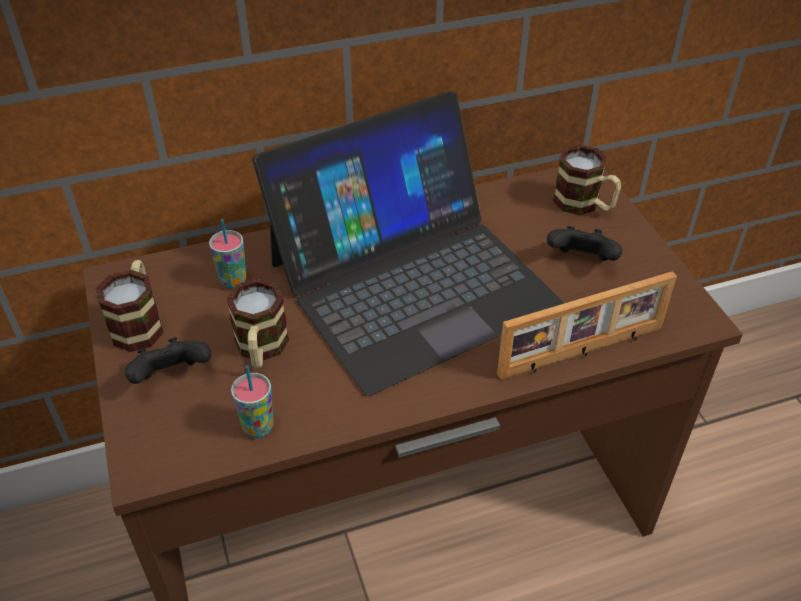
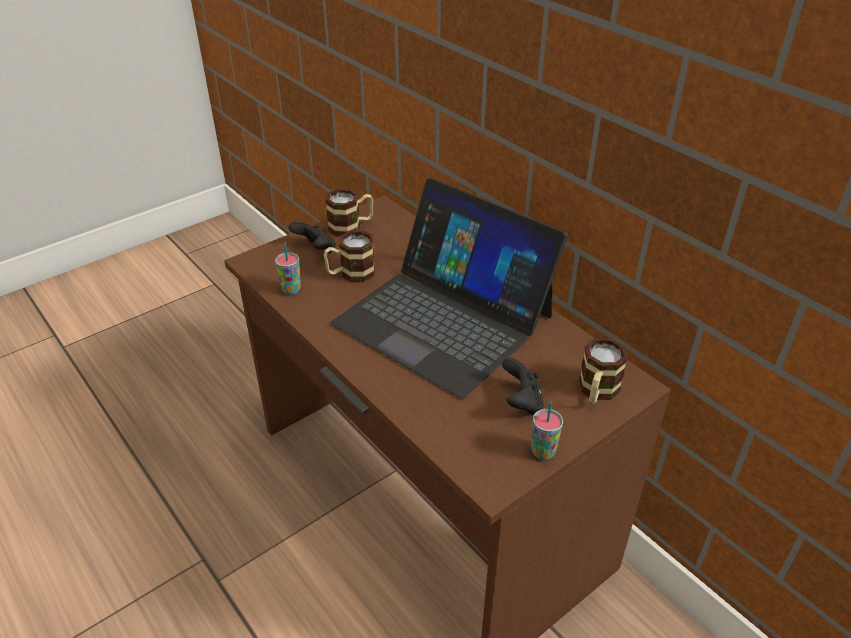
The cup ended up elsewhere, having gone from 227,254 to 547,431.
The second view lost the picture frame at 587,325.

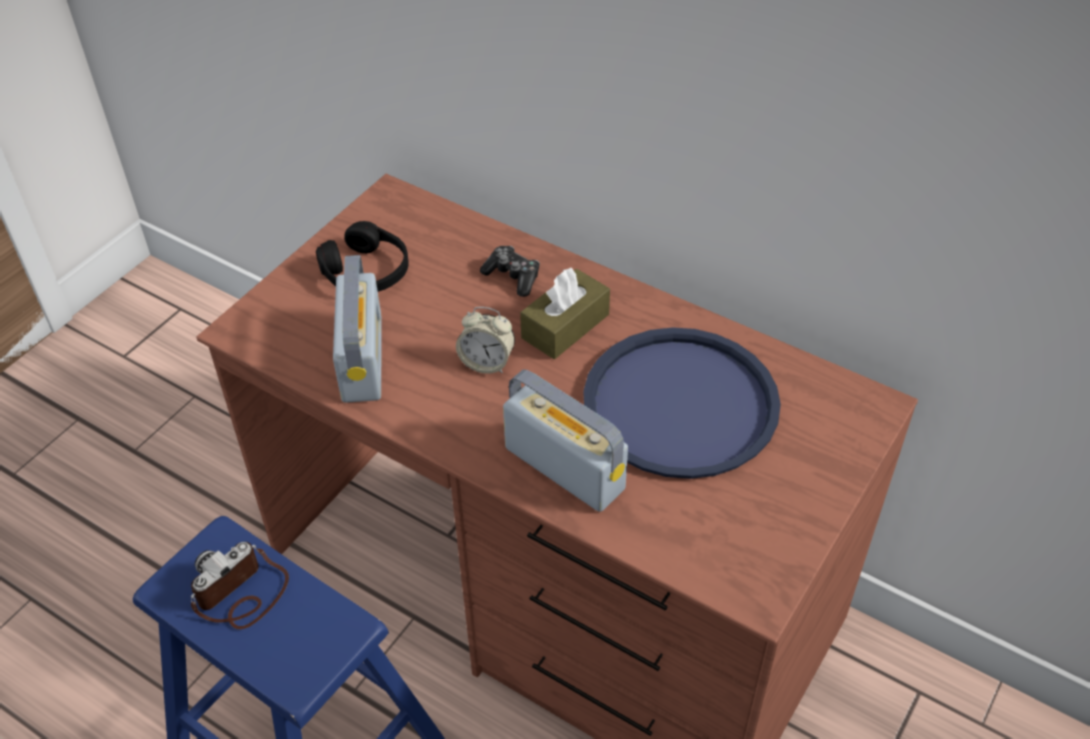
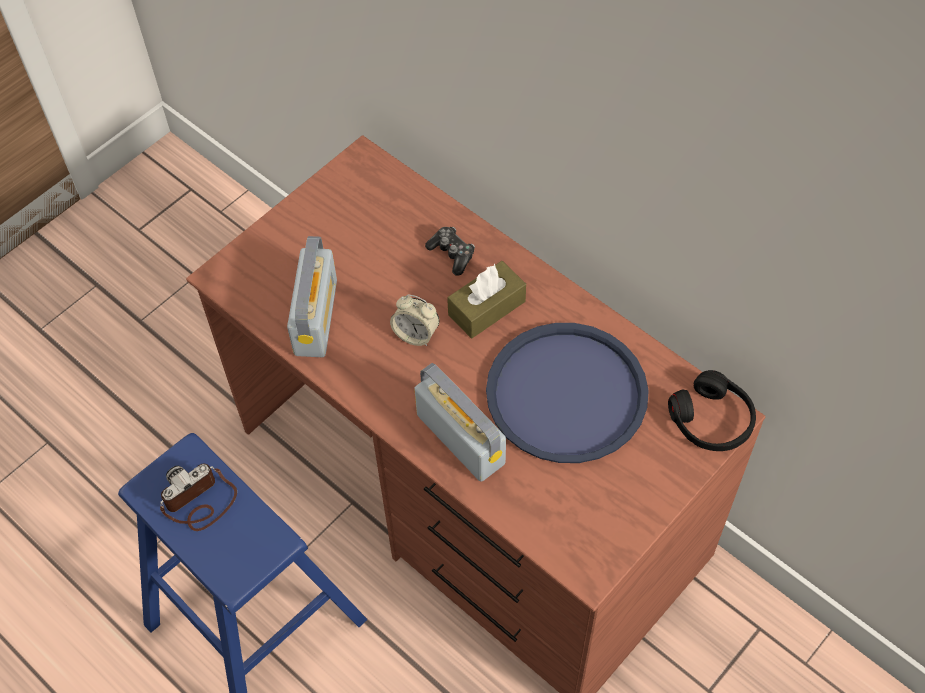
The black headphones ended up elsewhere, having gone from 362,256 to 712,410.

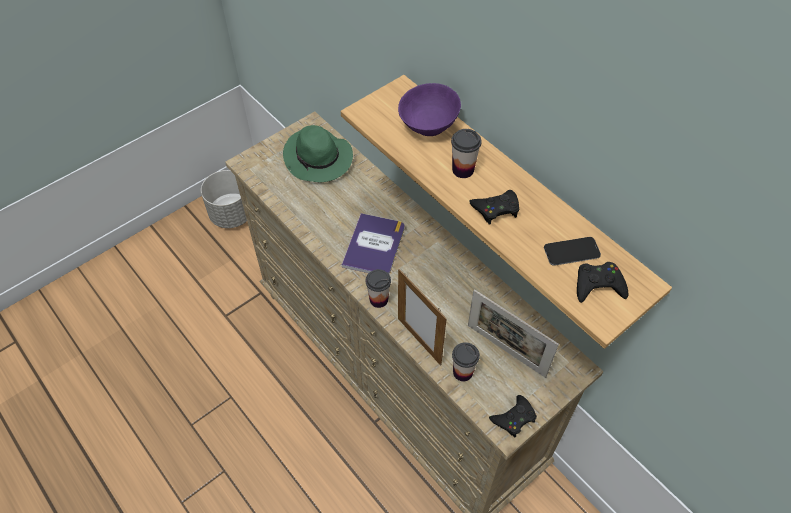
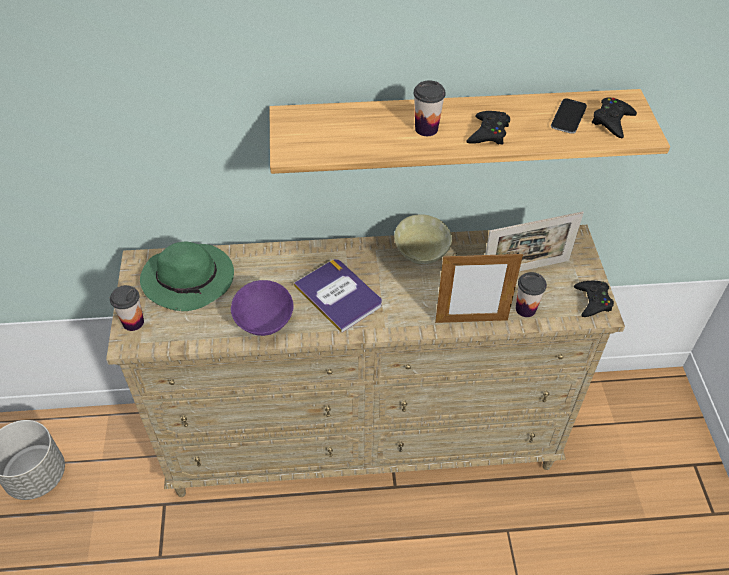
The purple bowl ended up elsewhere, having gone from 429,109 to 262,308.
The cup ended up elsewhere, having gone from 378,288 to 127,308.
The second view gained the beige bowl at 423,239.

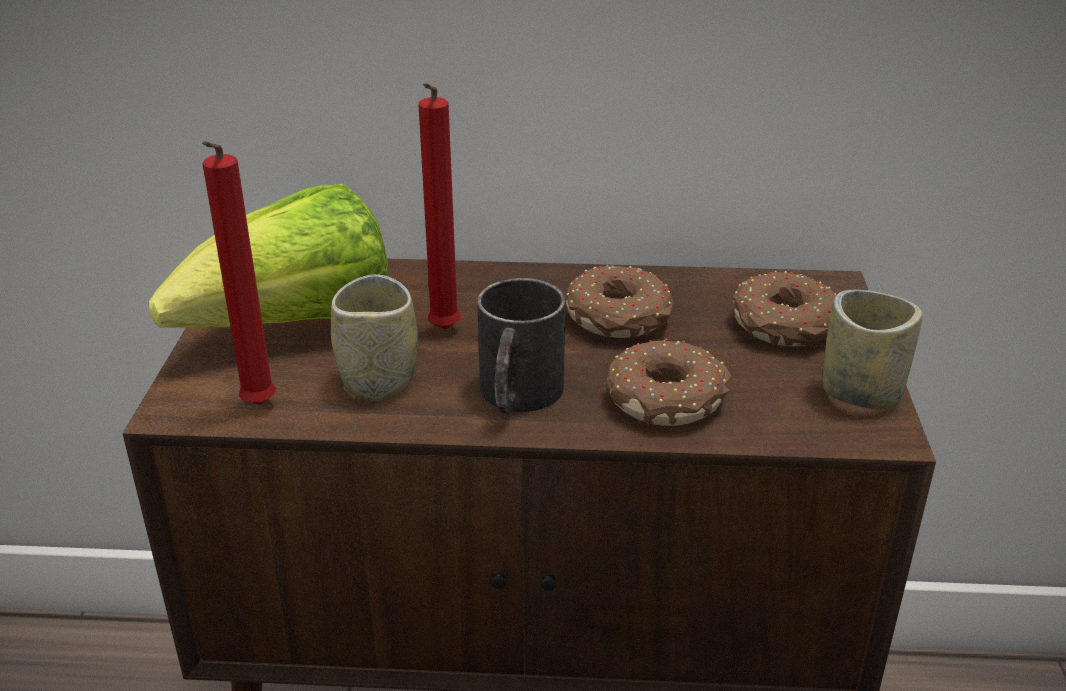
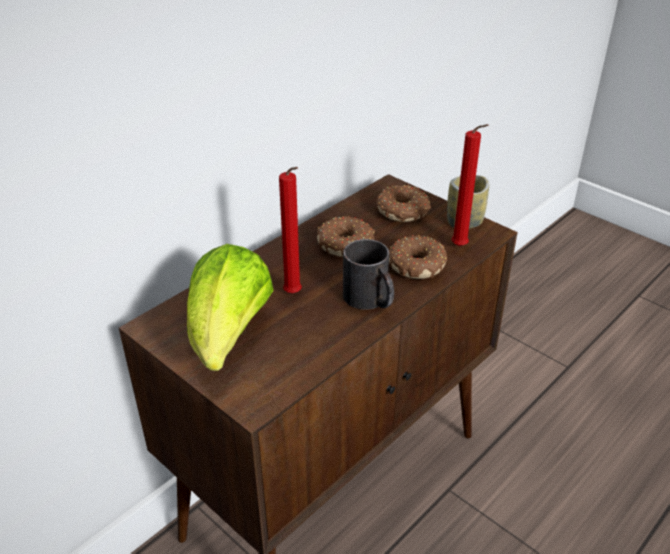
The red candle ended up elsewhere, having gone from 239,273 to 470,185.
The second view lost the cup at 374,337.

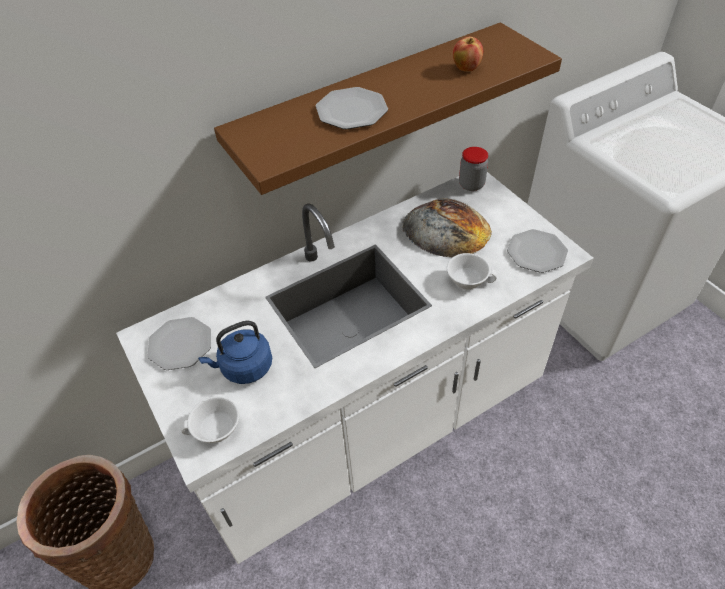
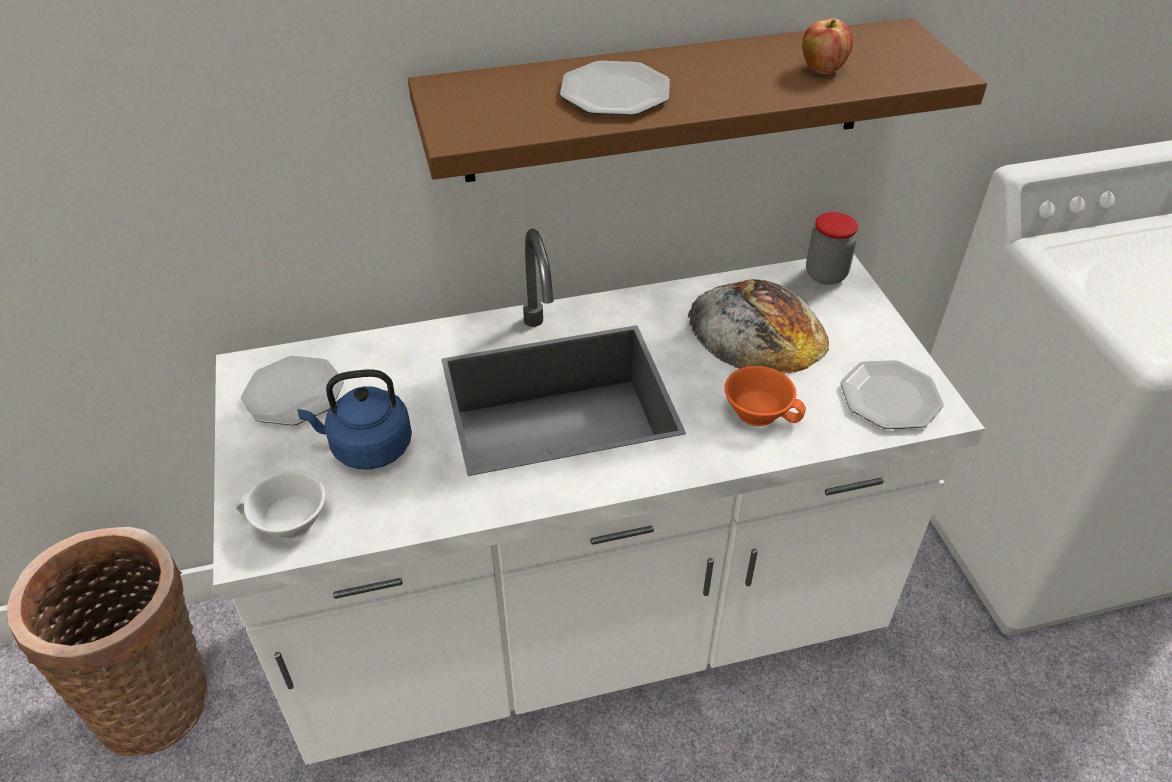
What was the white cup at 472,271 turned into the orange cup at 765,396.

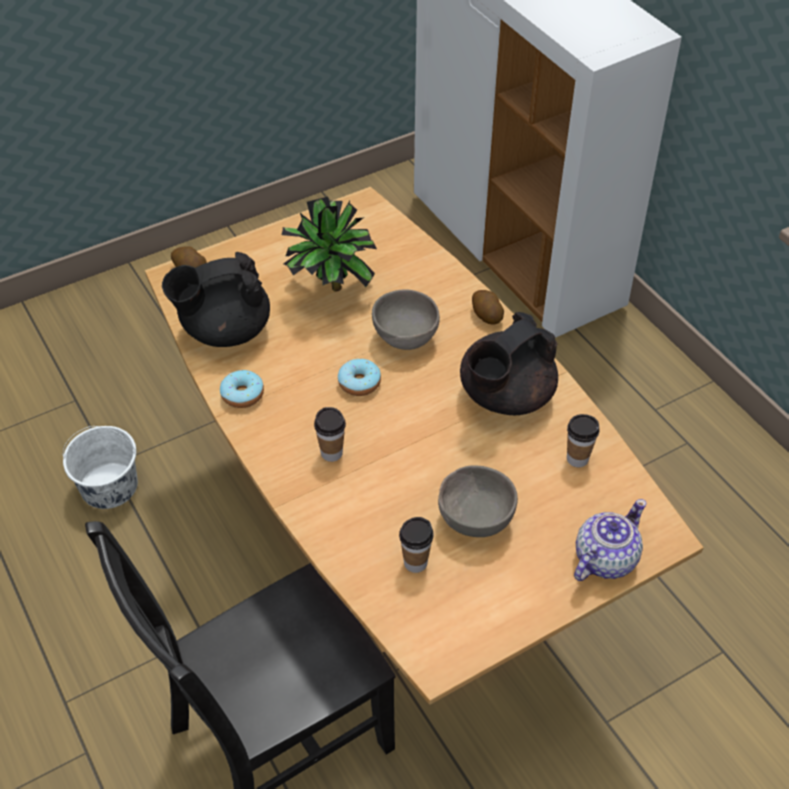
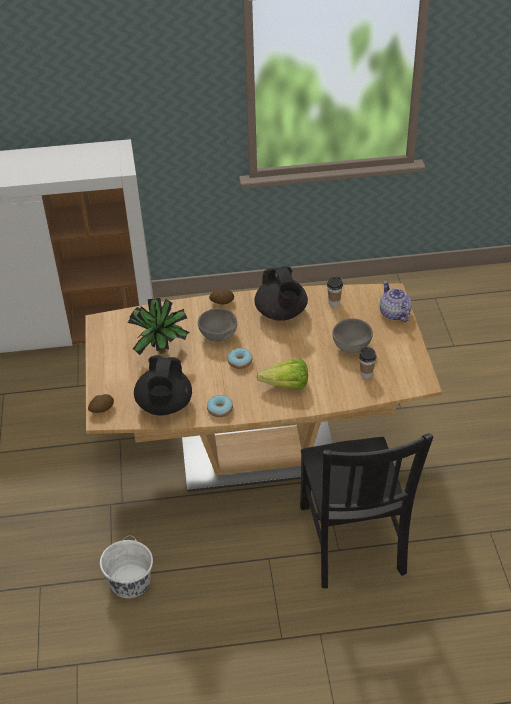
Where the cup stood at 330,434, the lettuce came to stand at 282,374.

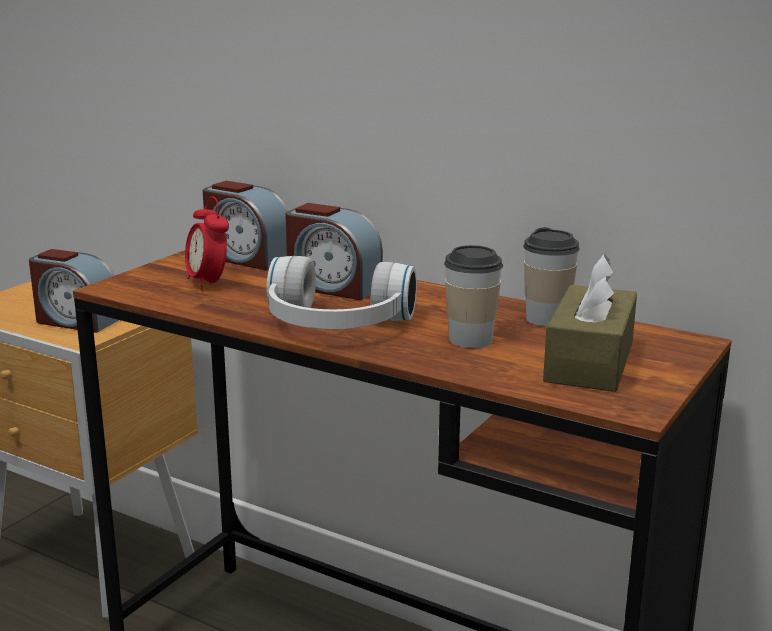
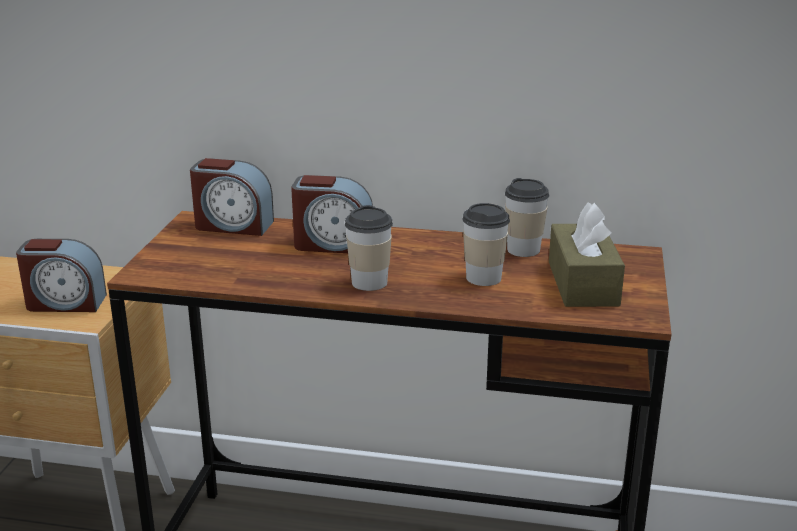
The second view lost the alarm clock at 207,243.
Where the white headphones stood at 342,292, the cup came to stand at 369,248.

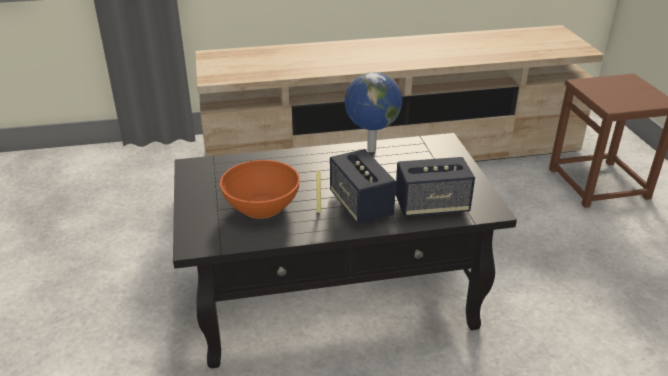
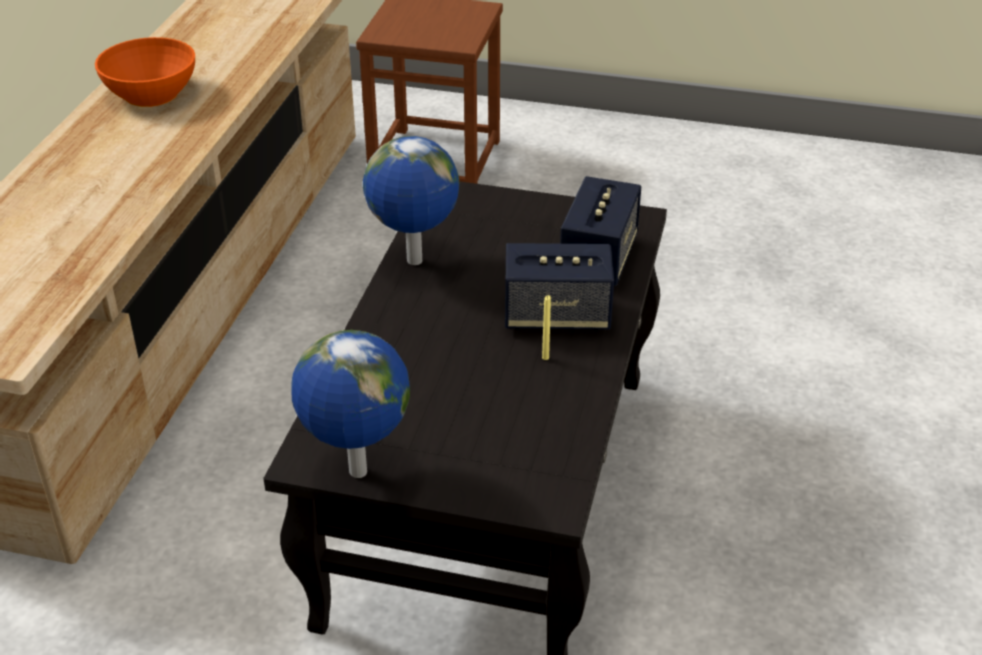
The orange bowl ended up elsewhere, having gone from 260,189 to 145,72.
The second view gained the globe at 351,404.

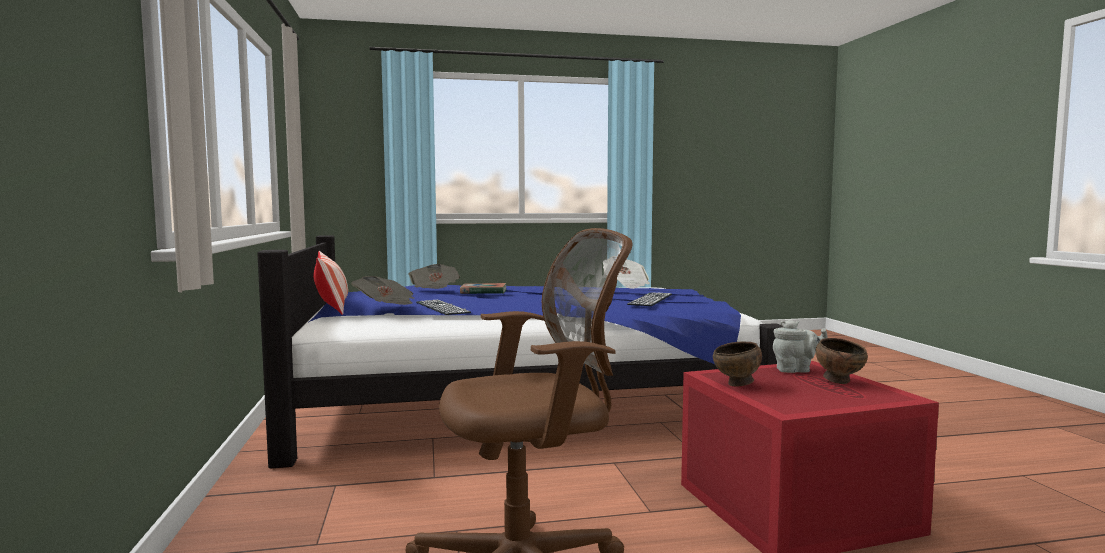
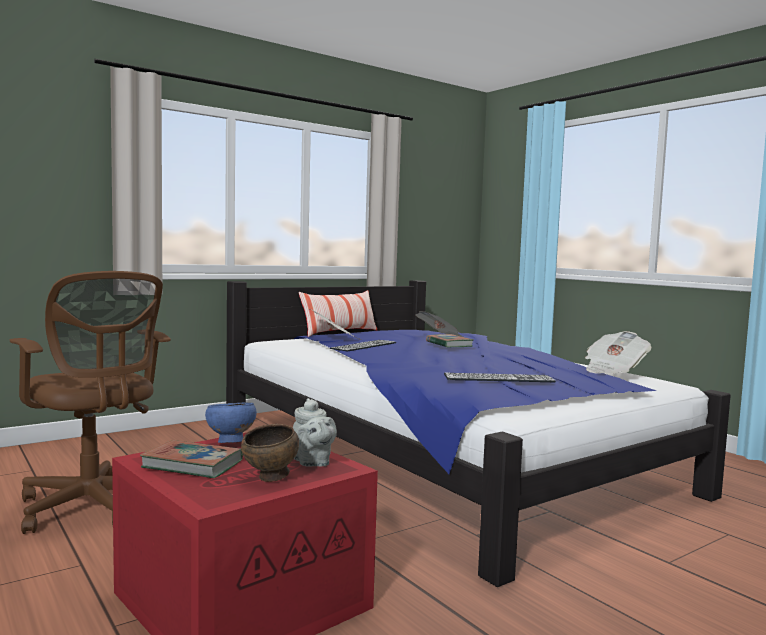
What was the brown bowl at 737,364 turned into the blue bowl at 231,423.
The second view gained the book at 191,459.

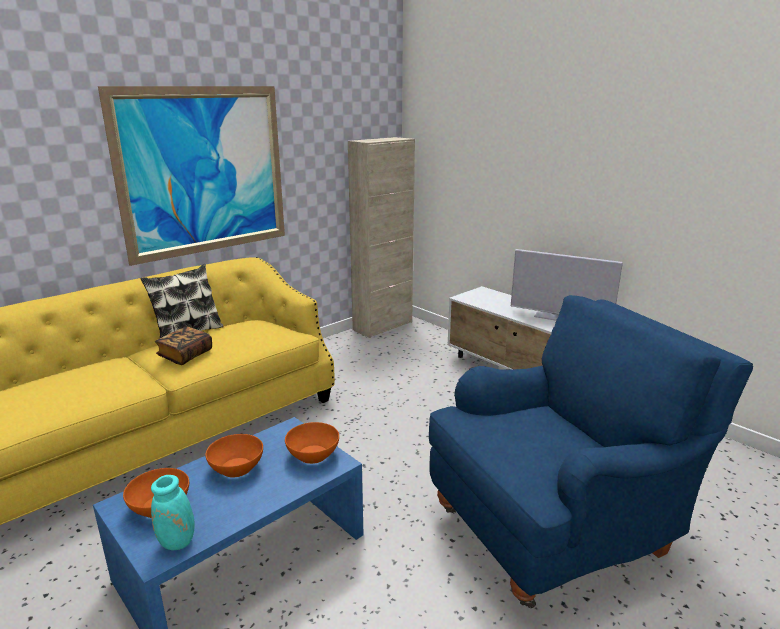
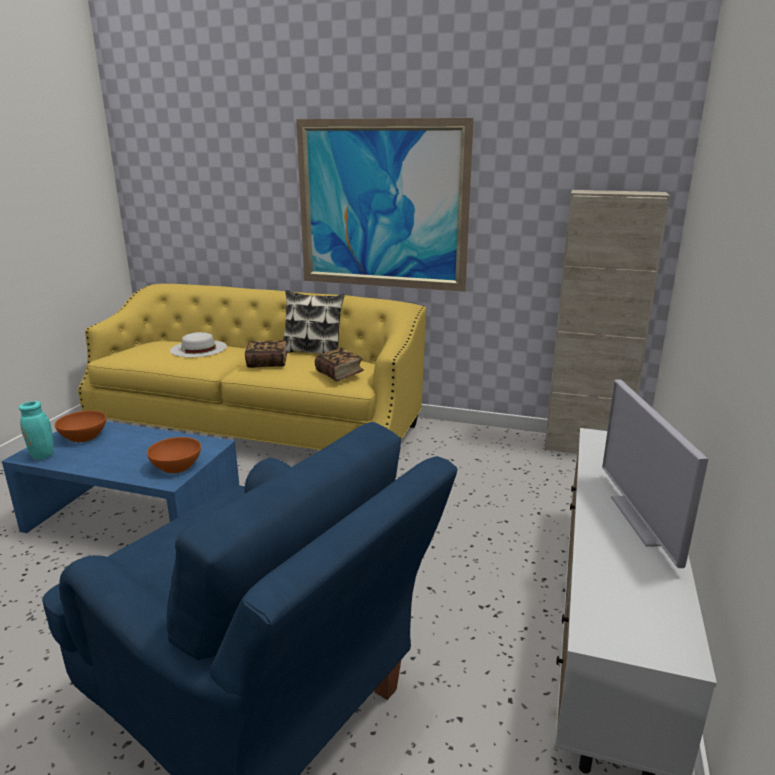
The second view lost the orange bowl at 234,456.
The second view gained the white hat at 198,344.
The second view gained the book at 339,365.

